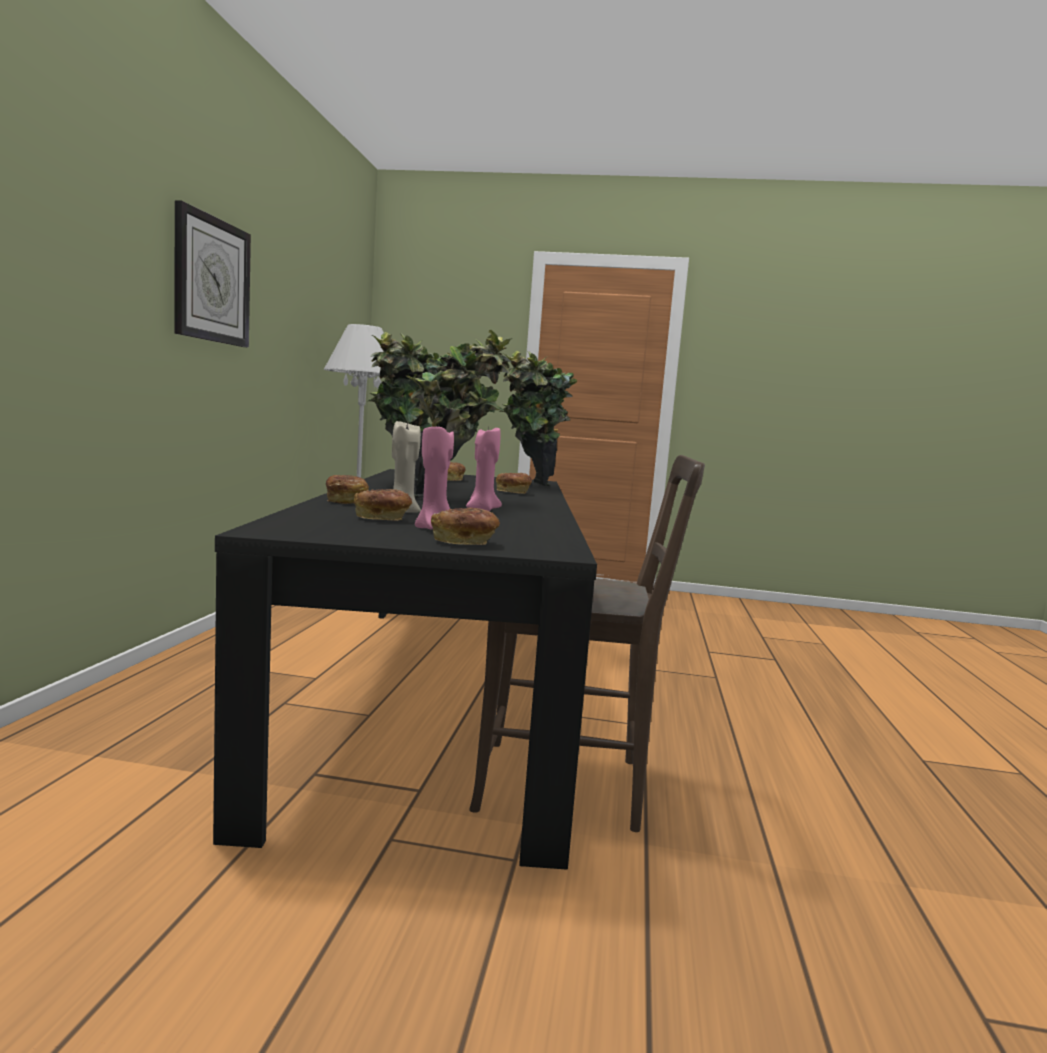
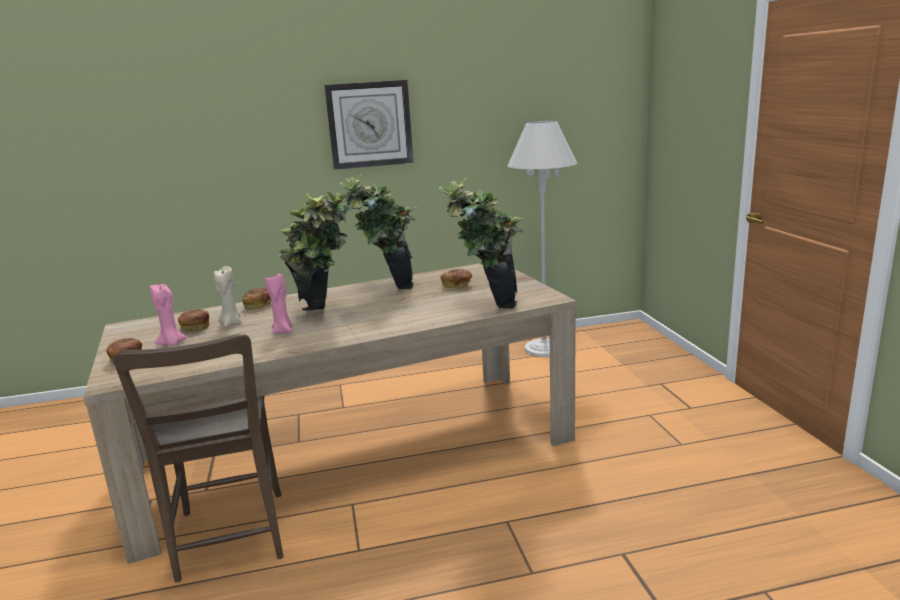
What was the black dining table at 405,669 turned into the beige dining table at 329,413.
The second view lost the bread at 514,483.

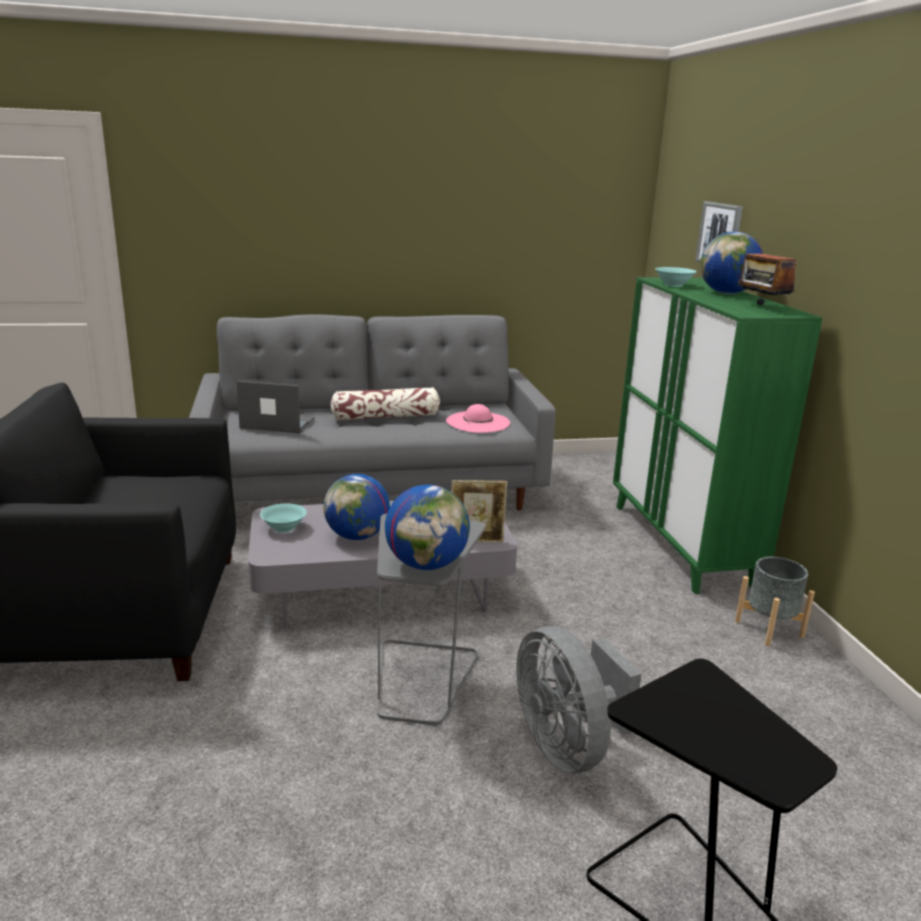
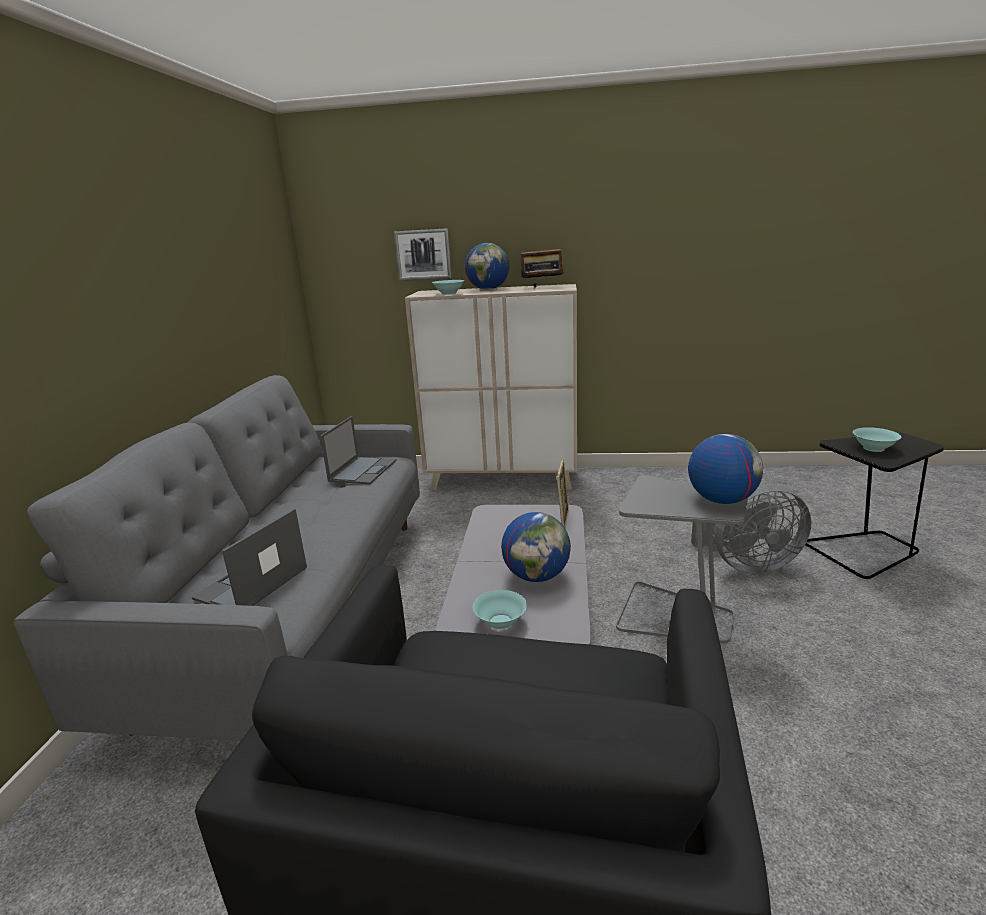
What was the green cabinet at 717,435 turned into the beige cabinet at 491,387.
The second view lost the pillow at 385,403.
Where the pink hat stood at 478,418, the laptop came to stand at 358,450.
The second view lost the grey planter at 775,602.
The second view gained the turquoise bowl at 877,439.

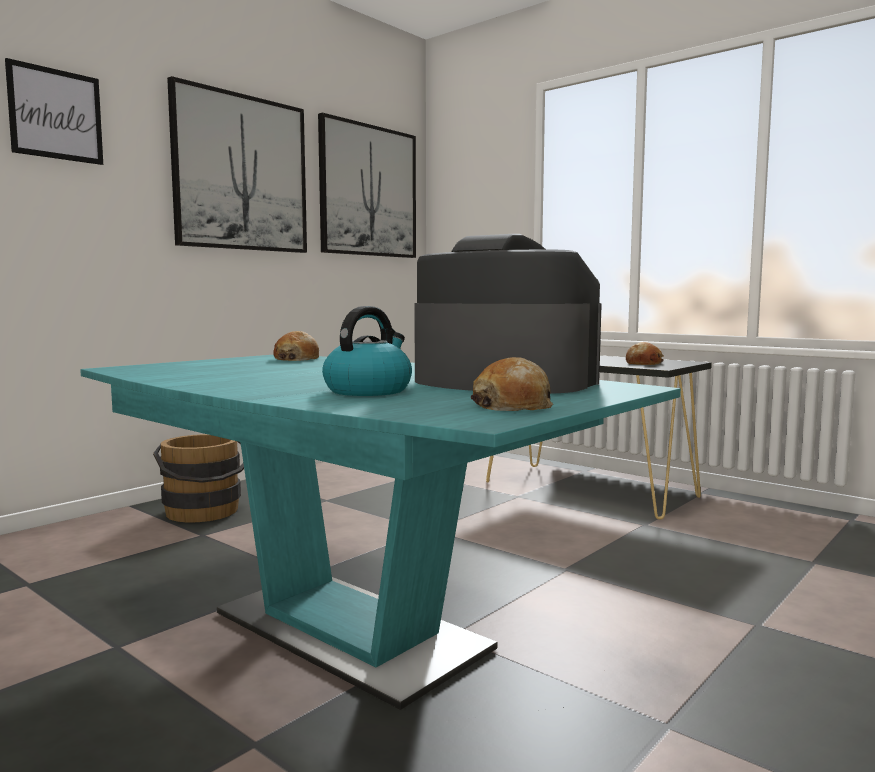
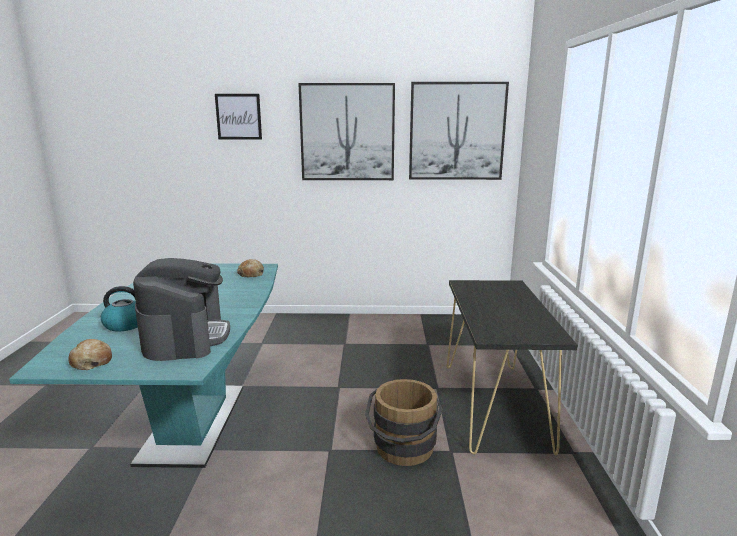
The second view lost the bread at 645,353.
The brown bucket ended up elsewhere, having gone from 198,478 to 404,422.

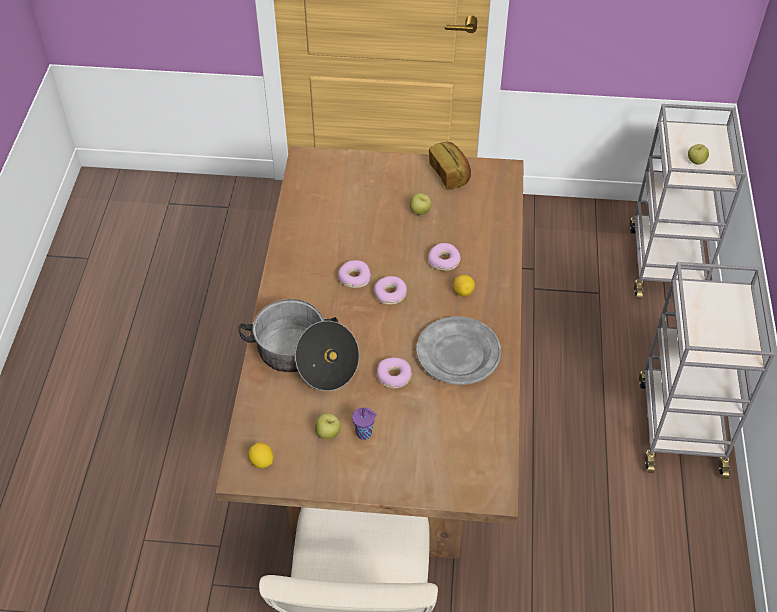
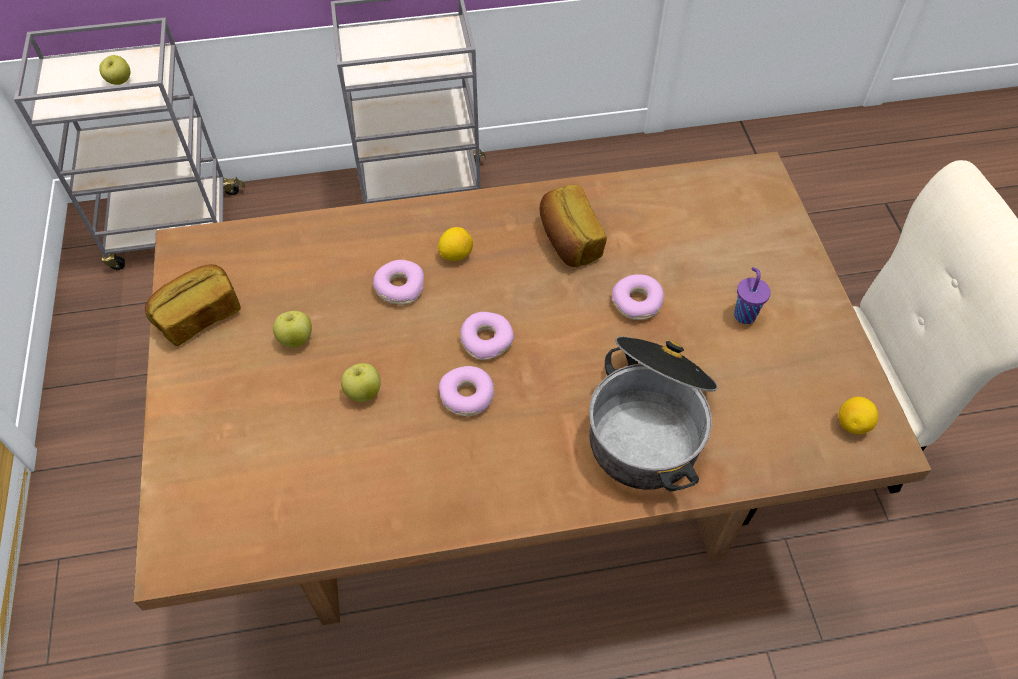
Where the grey plate stood at 458,350, the bread came to stand at 573,226.
The apple ended up elsewhere, having gone from 328,426 to 361,382.

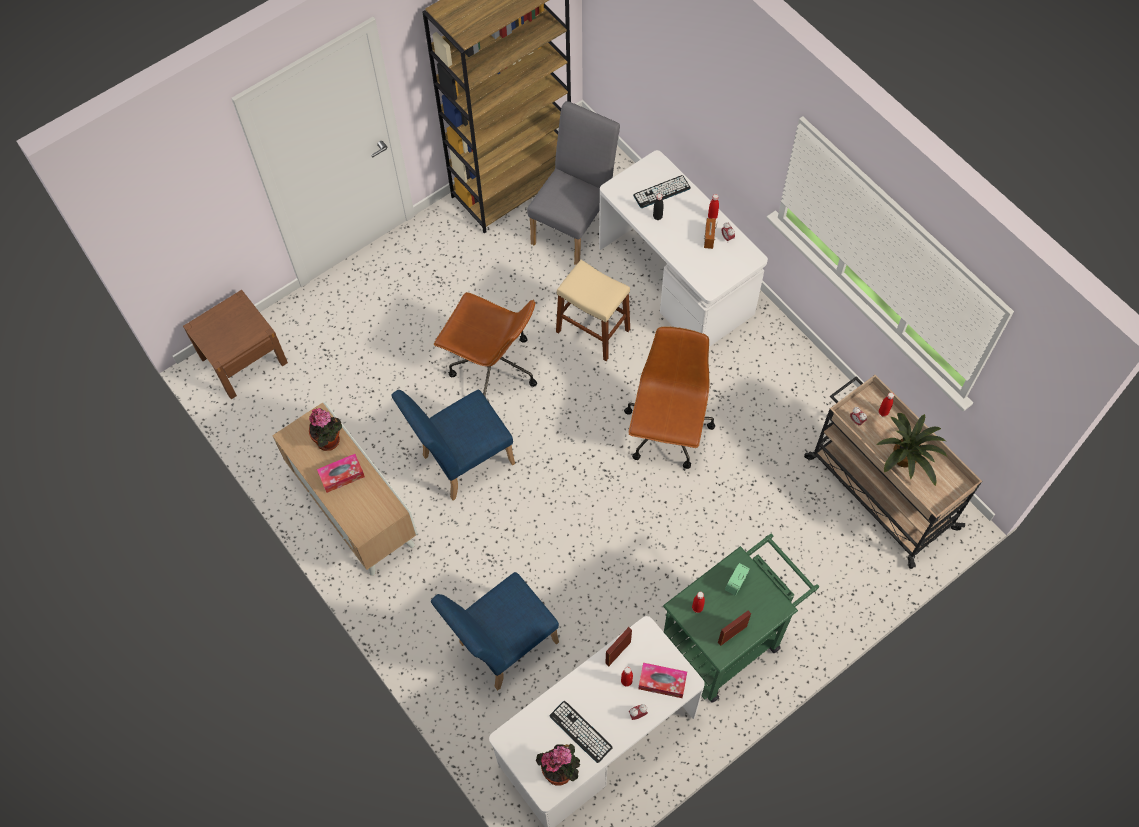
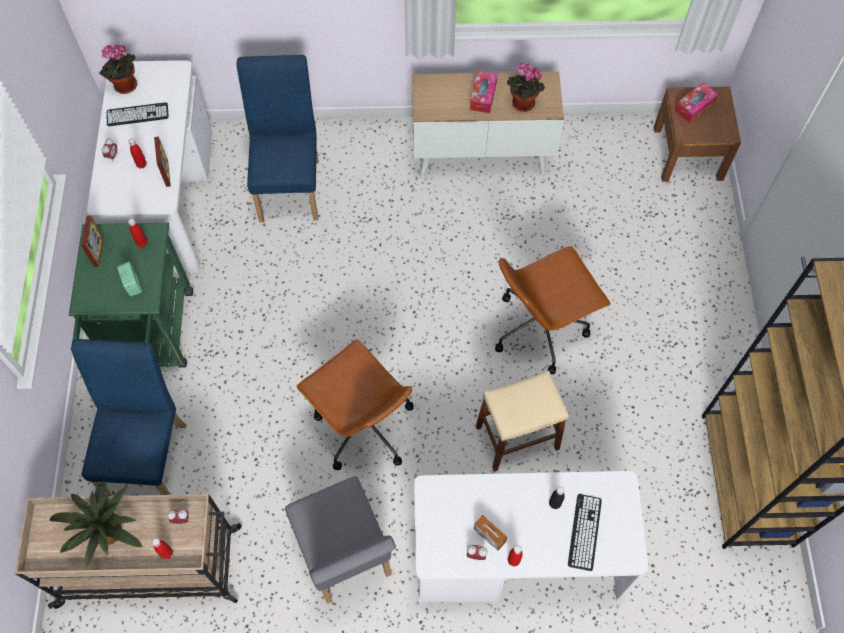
The grey chair ended up elsewhere, having gone from 573,183 to 340,540.
The blue chair ended up elsewhere, having gone from 453,445 to 128,417.
The tissue box ended up elsewhere, having gone from 662,680 to 696,103.

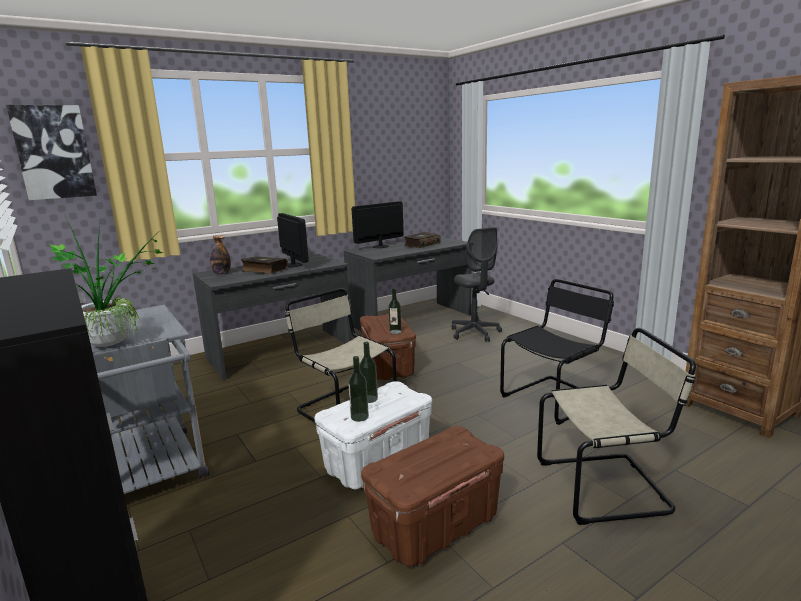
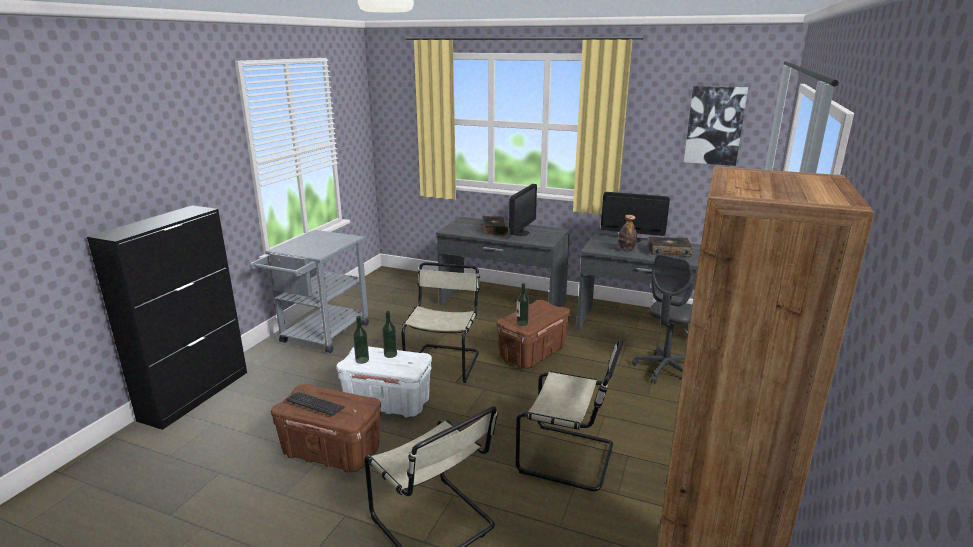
The picture ended up elsewhere, having gone from 51,152 to 716,126.
The second view lost the potted plant at 106,281.
The bottle ended up elsewhere, having gone from 220,254 to 627,233.
What was the black chair at 557,352 turned into the beige chair at 569,415.
The second view gained the keyboard at 315,404.

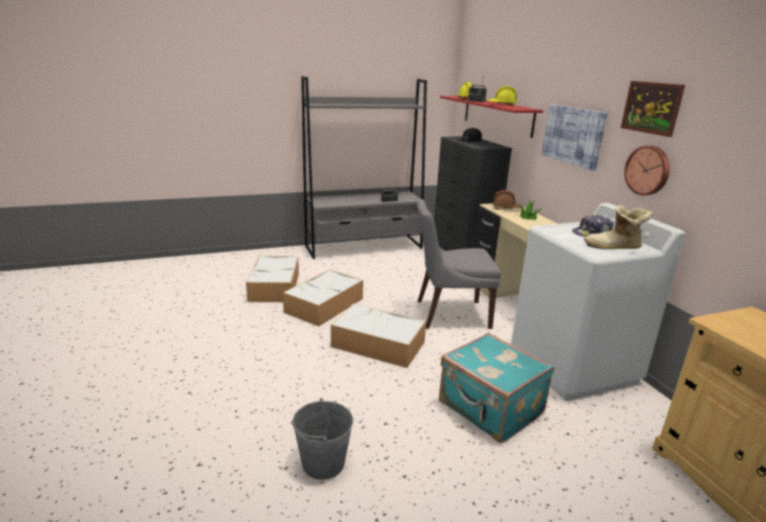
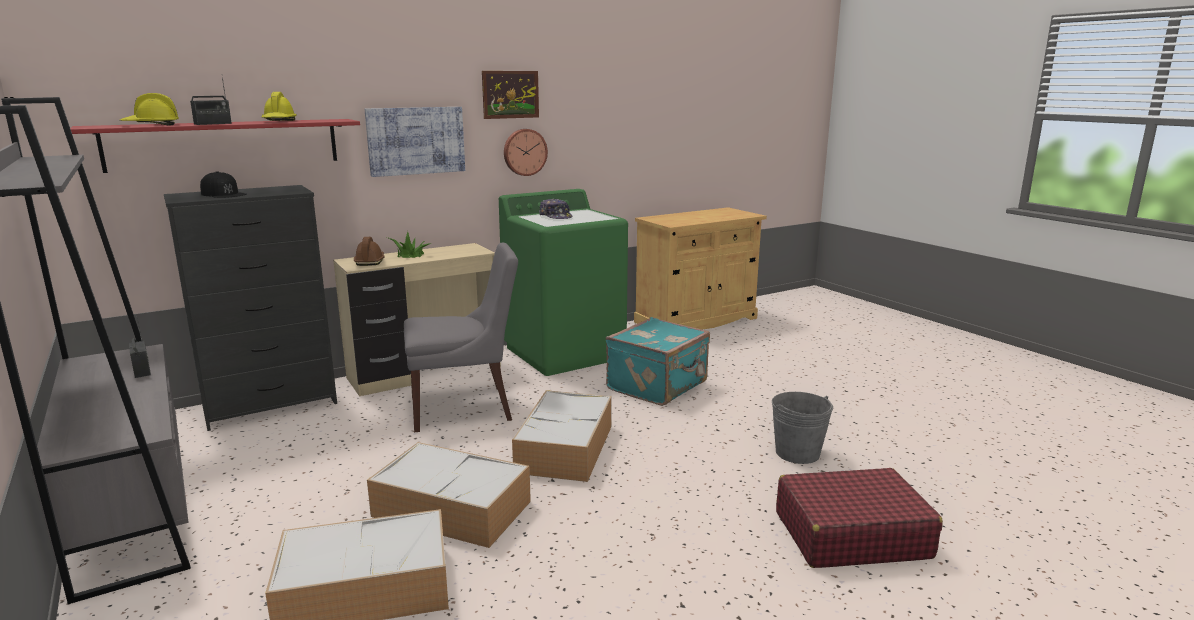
The grey chair at 459,264 ended up facing another way, 90 degrees counterclockwise from before.
What was the white washing machine at 598,302 turned into the green washing machine at 563,282.
The second view lost the boot at 619,227.
The second view gained the red suitcase at 859,518.

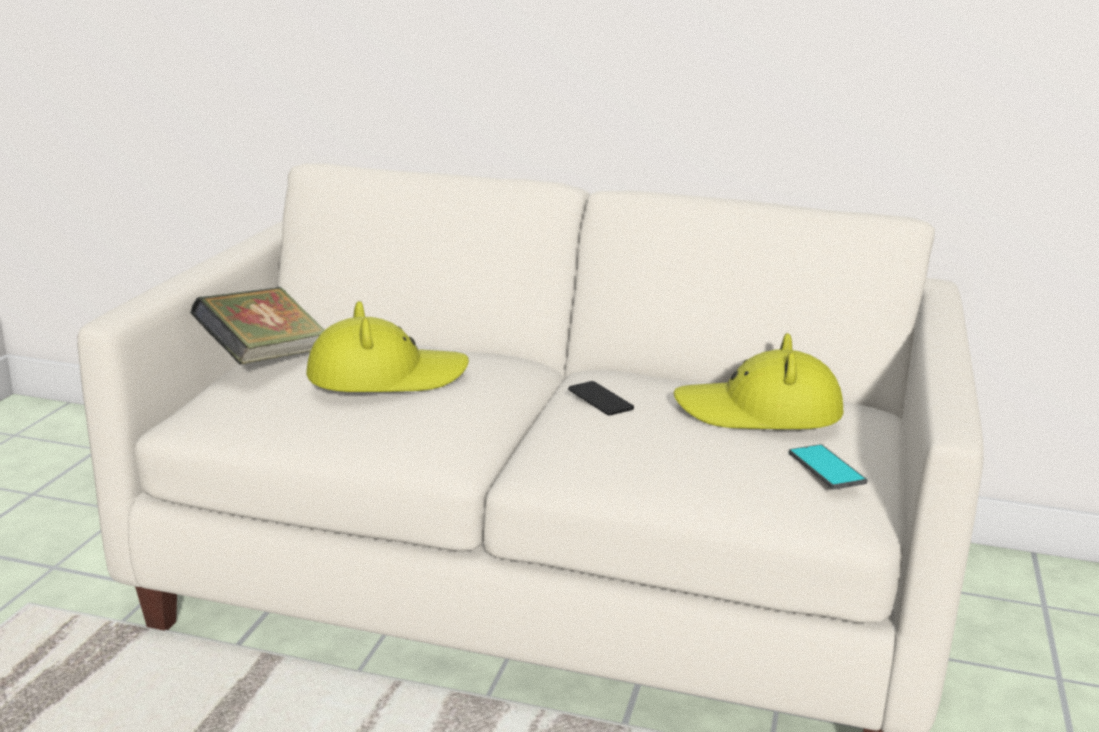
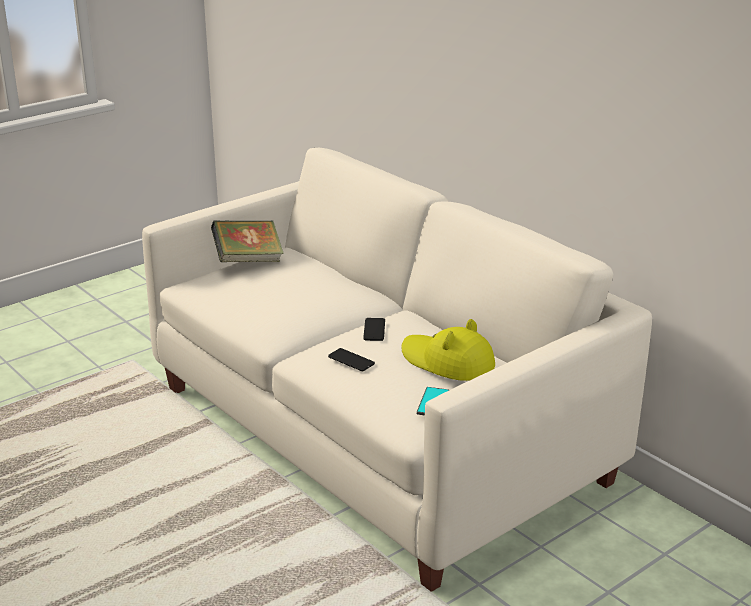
The second view lost the yellow hat at 387,346.
The second view gained the phone at 351,359.

